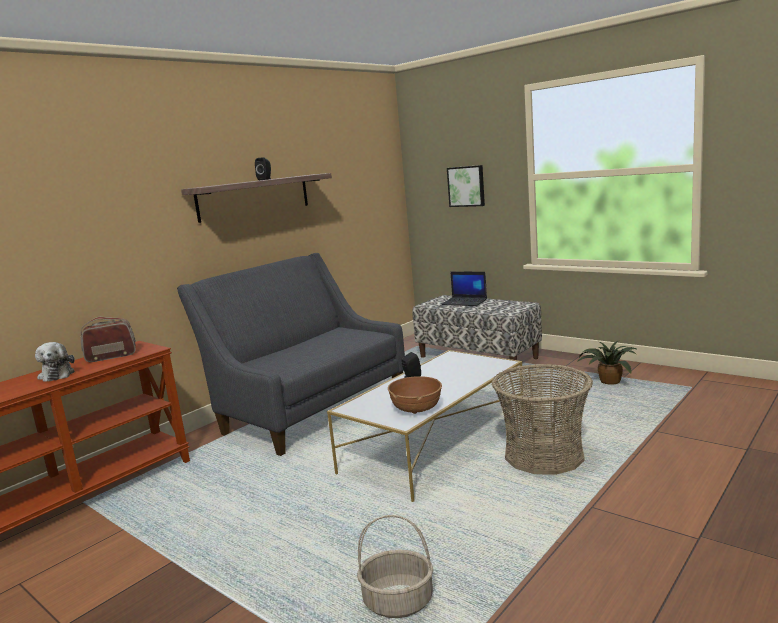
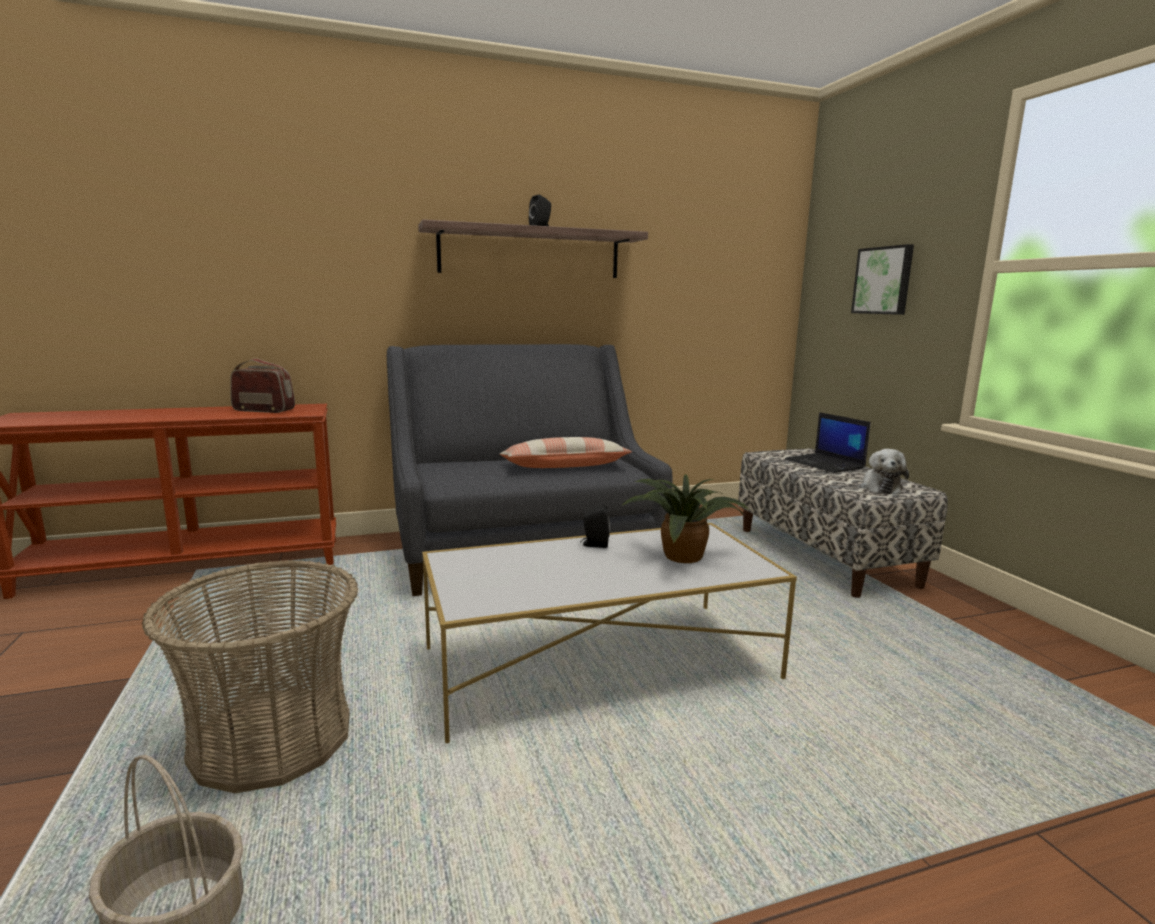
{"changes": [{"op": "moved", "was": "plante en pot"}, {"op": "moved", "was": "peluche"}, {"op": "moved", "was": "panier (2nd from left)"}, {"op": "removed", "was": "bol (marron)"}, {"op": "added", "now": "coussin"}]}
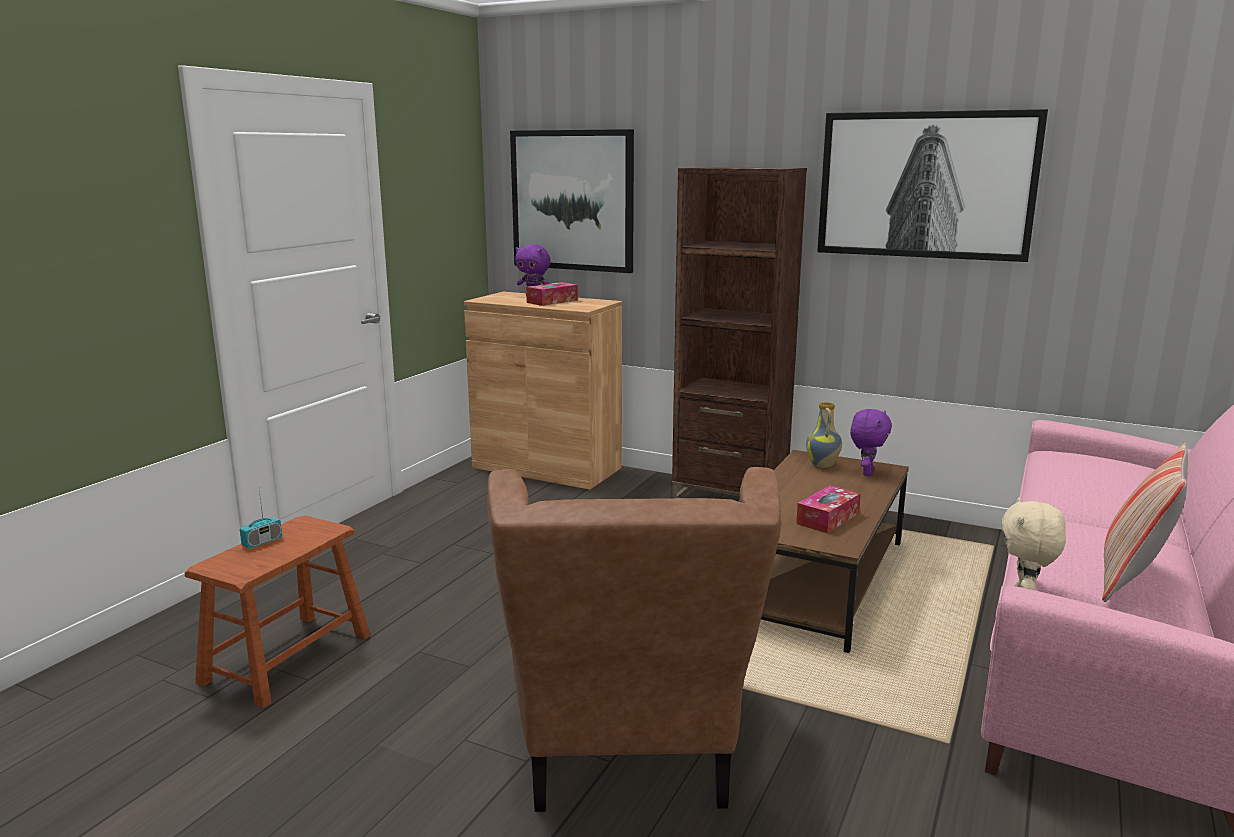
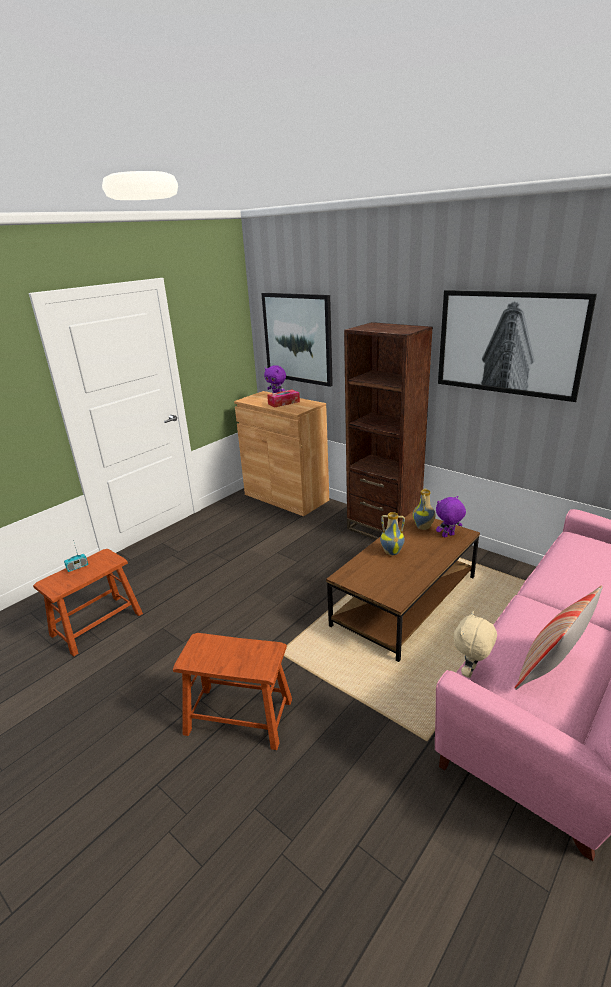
{"changes": [{"op": "turned", "was": "peluche (violet) (2nd from left)", "clockwise": -150}, {"op": "replaced", "was": "fauteuil (marron)", "now": "tabouret (marron) (2nd from left)"}, {"op": "removed", "was": "boîte à mouchoirs (2nd from left)"}, {"op": "added", "now": "vase (1st from left)"}]}
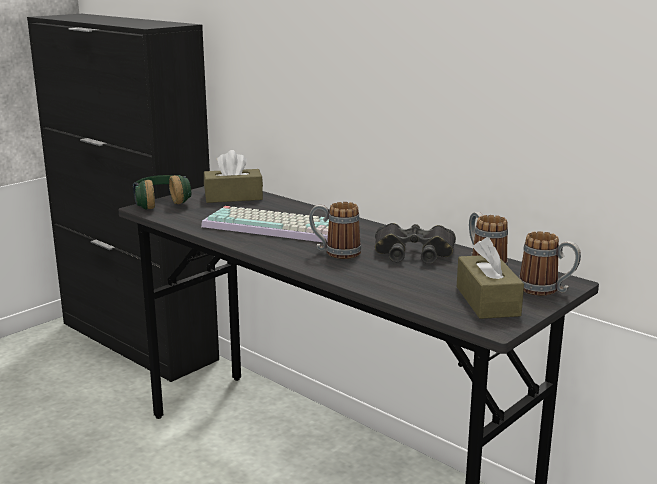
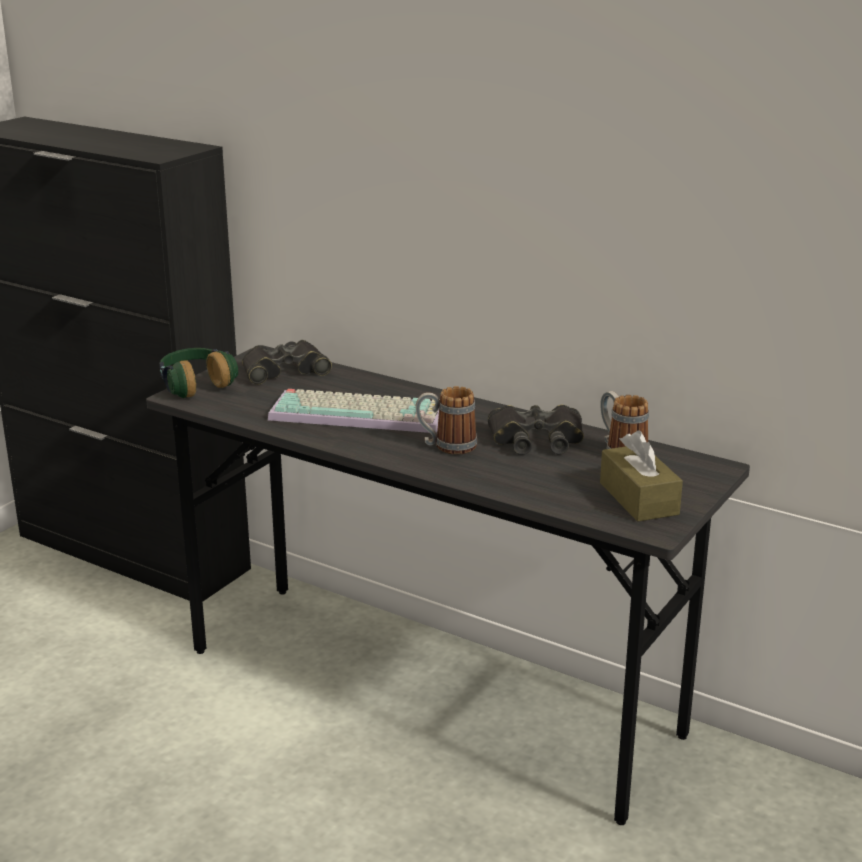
{"changes": [{"op": "replaced", "was": "boîte à mouchoirs (marron) (1st from left)", "now": "jumelles (noir) (1st from left)"}, {"op": "removed", "was": "mug (3rd from left)"}]}
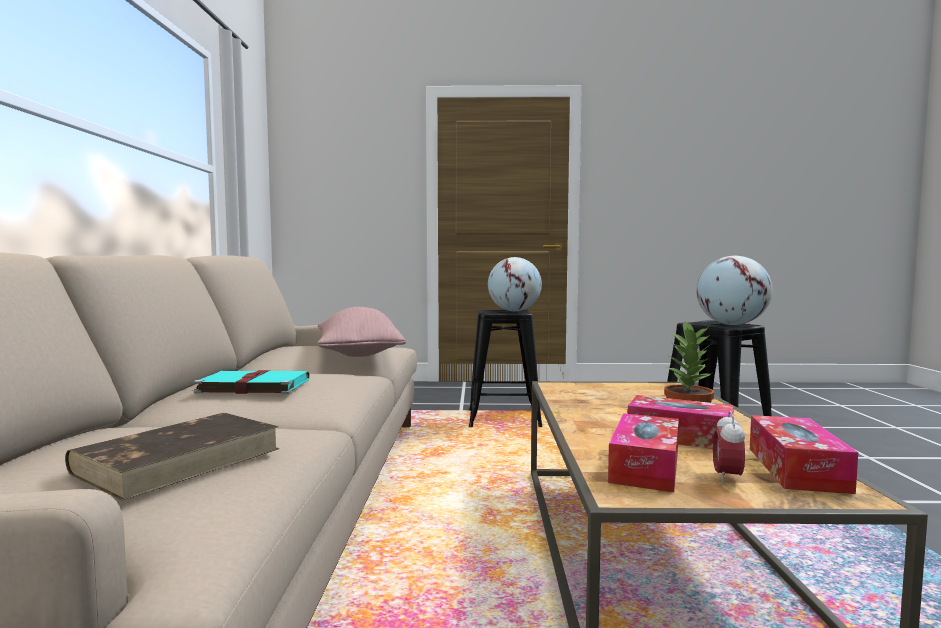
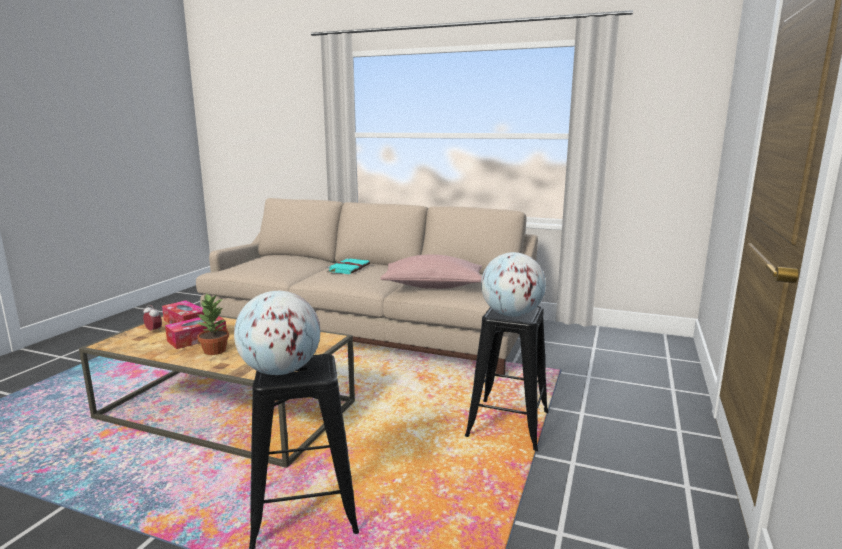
{"changes": [{"op": "removed", "was": "livre (marron)"}, {"op": "removed", "was": "boîte à mouchoirs (3rd from left)"}]}
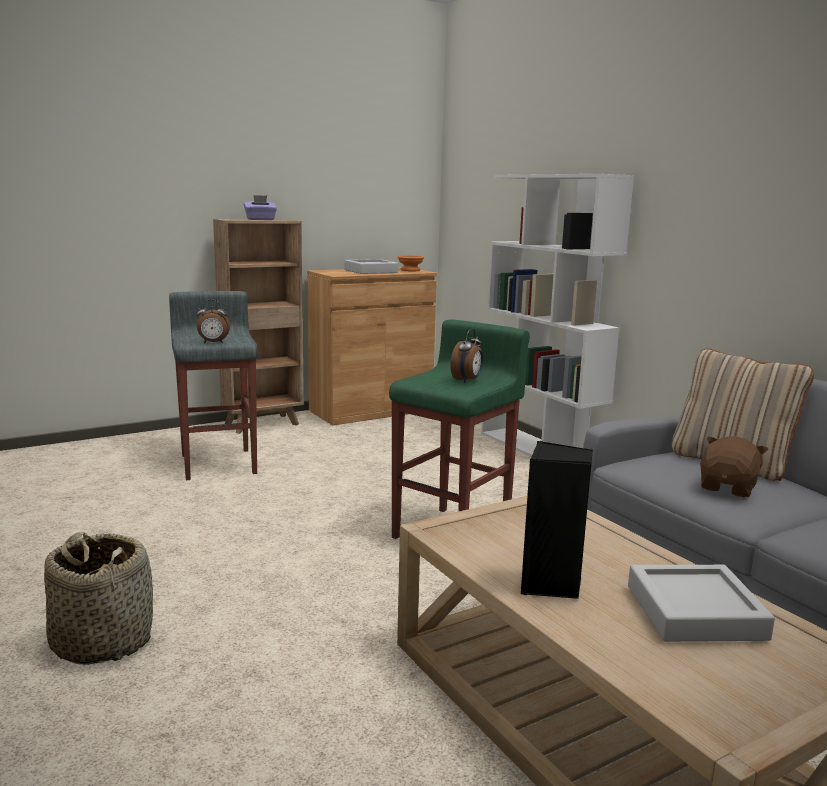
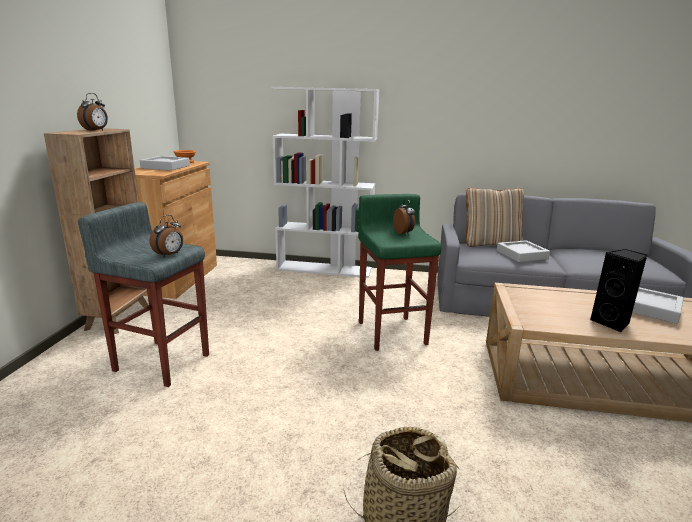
{"changes": [{"op": "replaced", "was": "boîte à mouchoirs (violet)", "now": "réveil (1st from left)"}, {"op": "replaced", "was": "peluche (marron)", "now": "plateau (gris) (2nd from left)"}]}
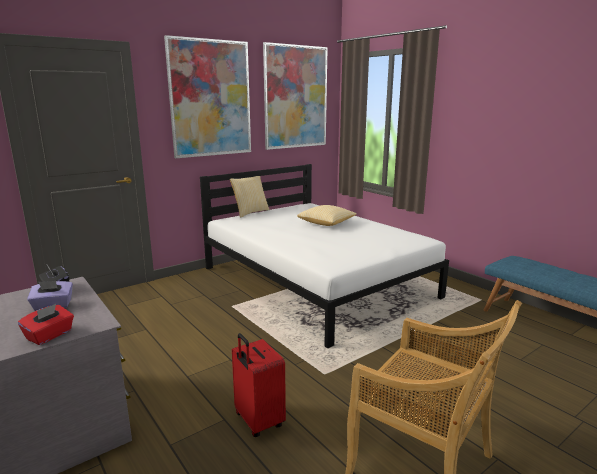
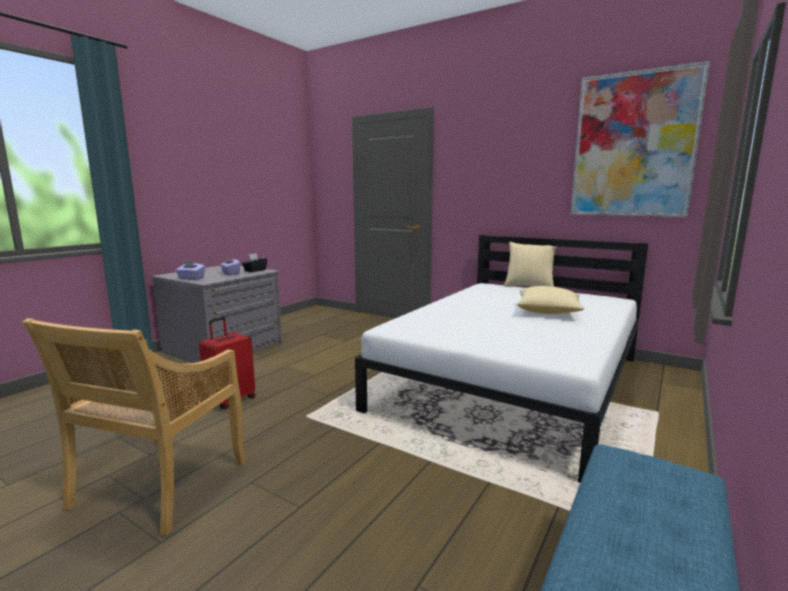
{"changes": [{"op": "removed", "was": "tableau (1st from left)"}, {"op": "recoloured", "was": "boîte à mouchoirs (rouge)", "now": "boîte à mouchoirs (violet) (1st from left)"}]}
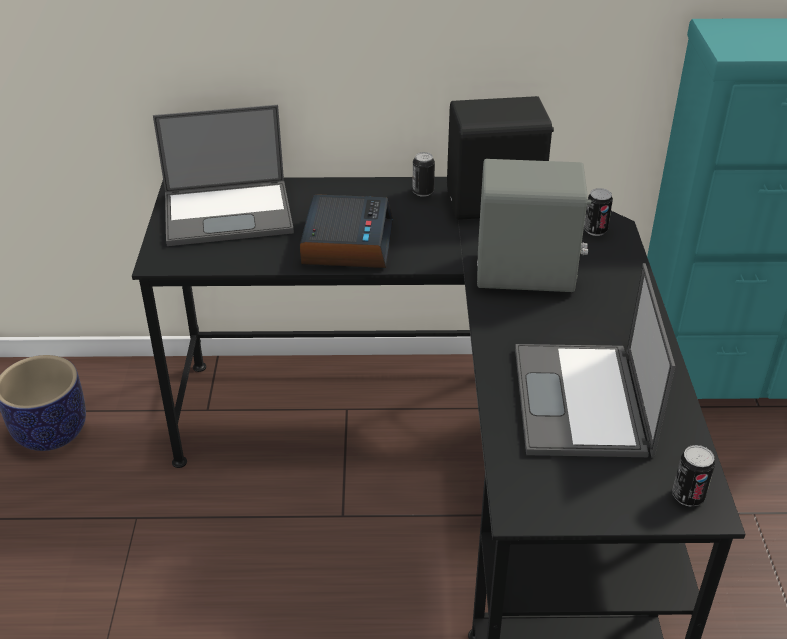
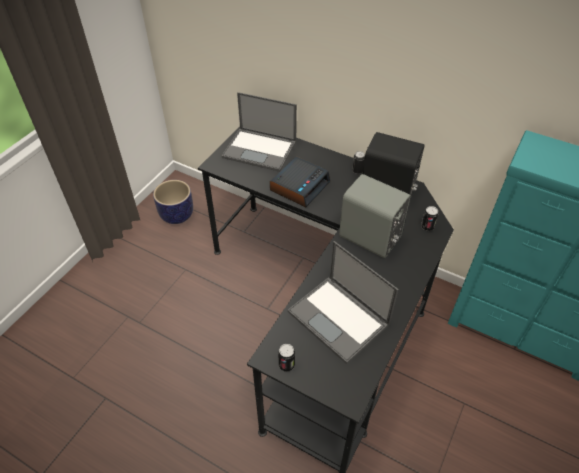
{"changes": [{"op": "turned", "was": "ordinateur portable (2nd from left)", "clockwise": -75}, {"op": "moved", "was": "boîte métallique (3rd from left in the first image)", "now": "boîte métallique (1st from left)"}]}
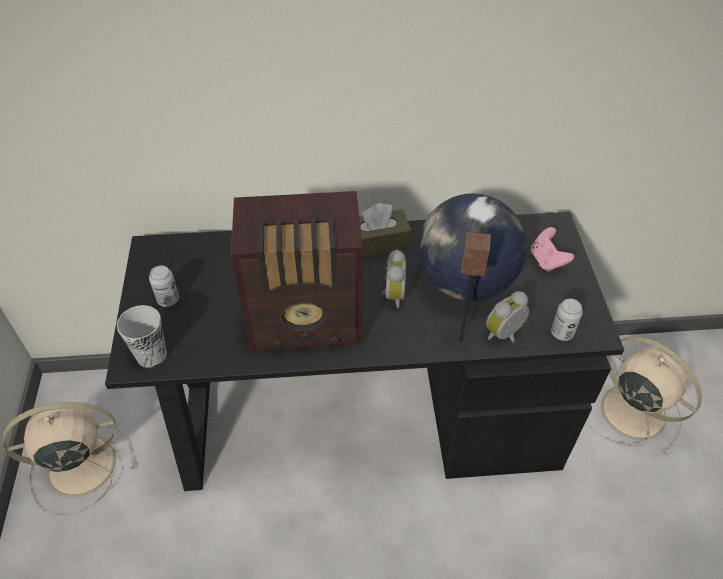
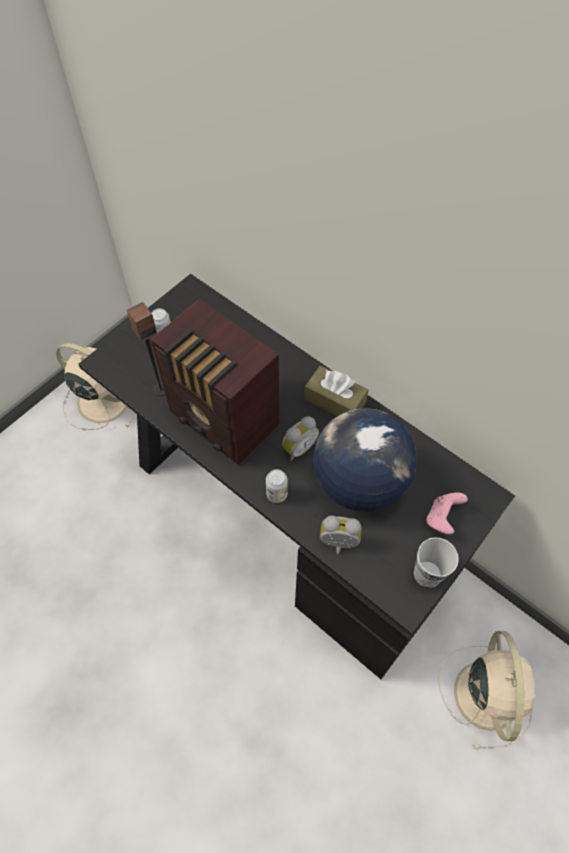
{"changes": [{"op": "moved", "was": "enceinte"}, {"op": "moved", "was": "boîte métallique (2nd from left)"}, {"op": "moved", "was": "tasse"}]}
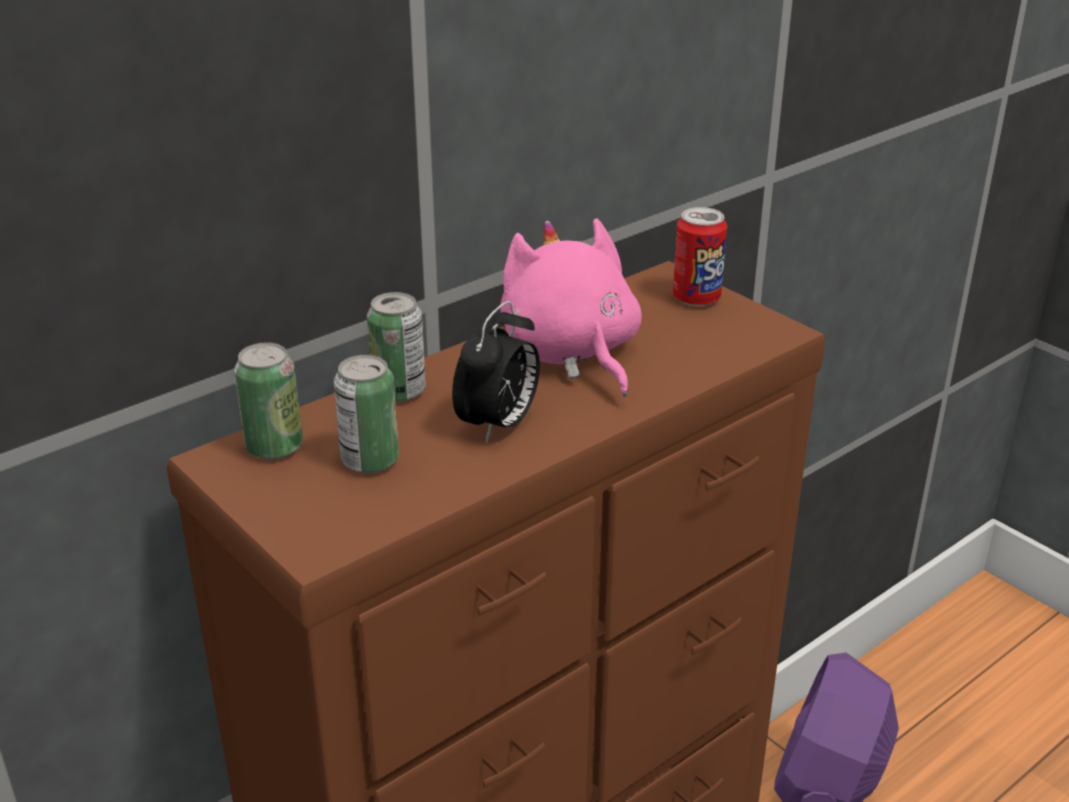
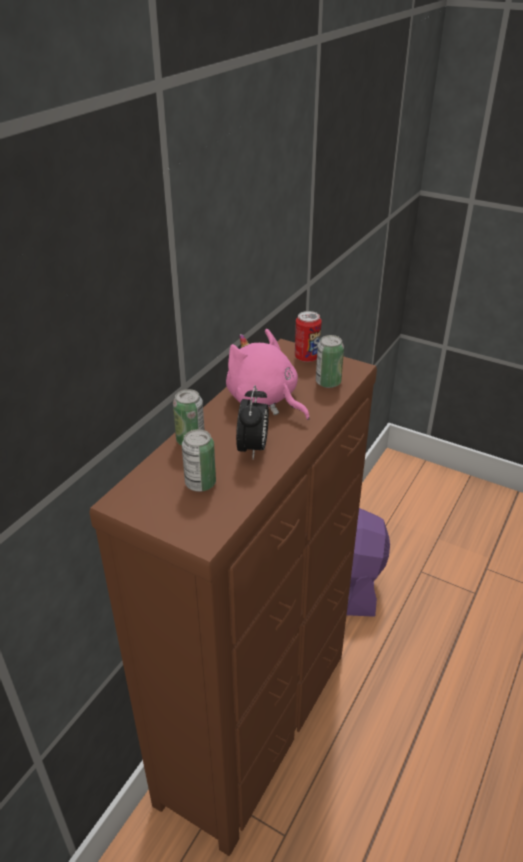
{"changes": [{"op": "moved", "was": "boîte métallique (1st from left in the first image)", "now": "boîte métallique (4th from left)"}]}
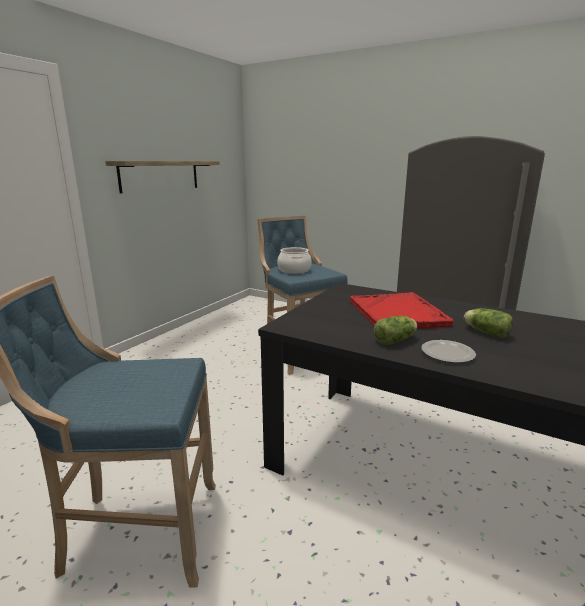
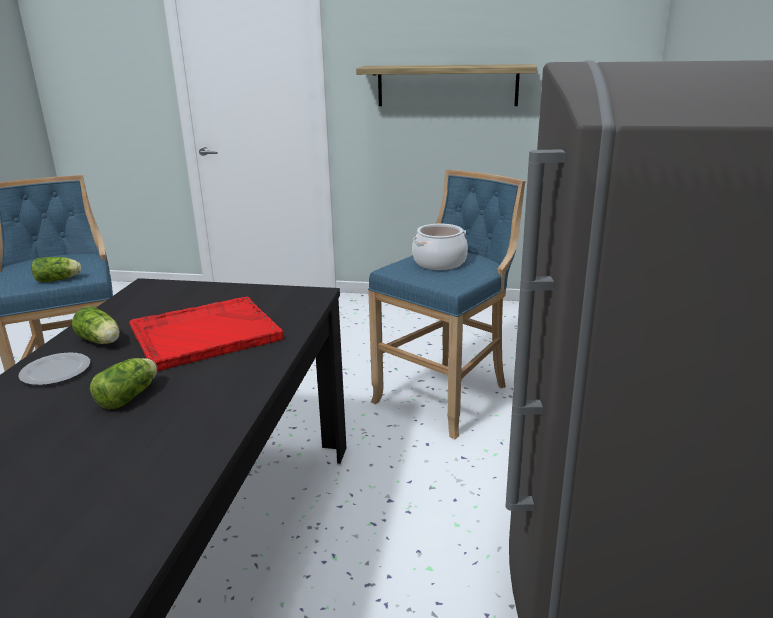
{"changes": [{"op": "added", "now": "laitue (1st from left)"}]}
